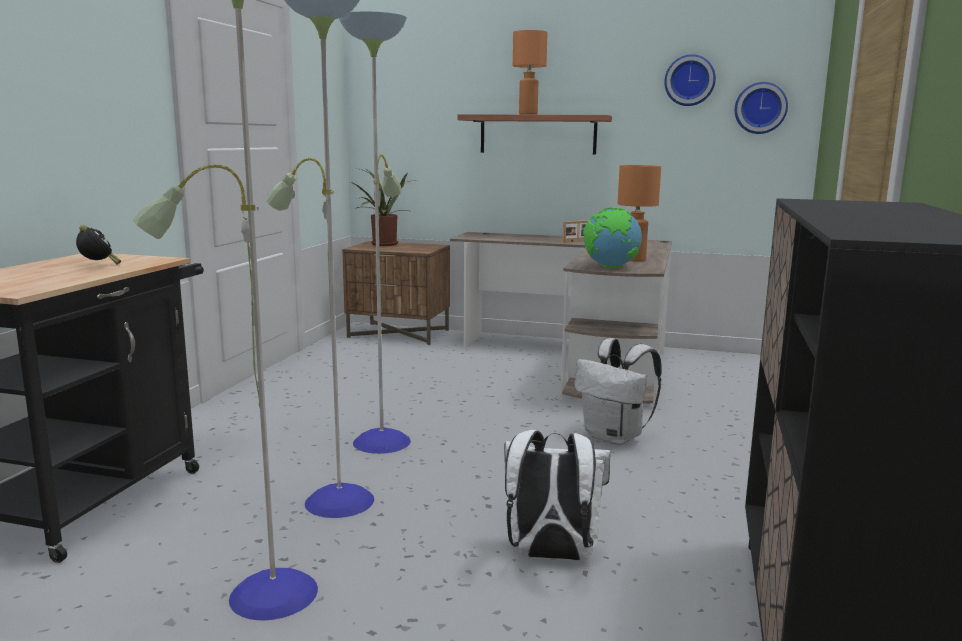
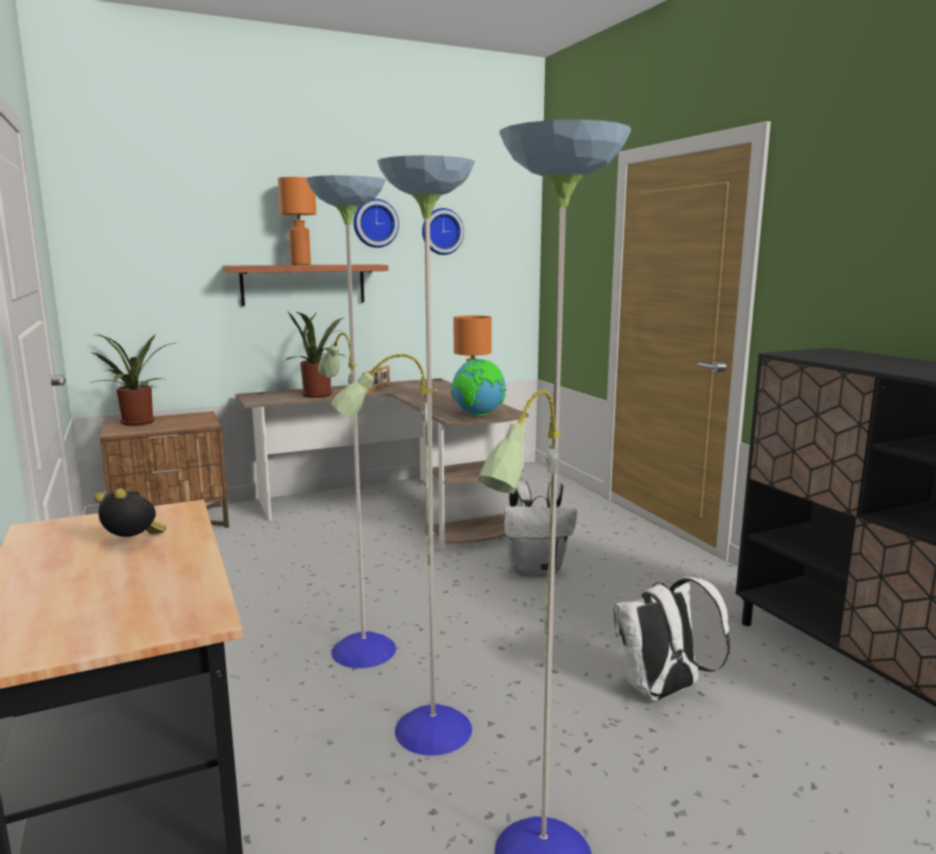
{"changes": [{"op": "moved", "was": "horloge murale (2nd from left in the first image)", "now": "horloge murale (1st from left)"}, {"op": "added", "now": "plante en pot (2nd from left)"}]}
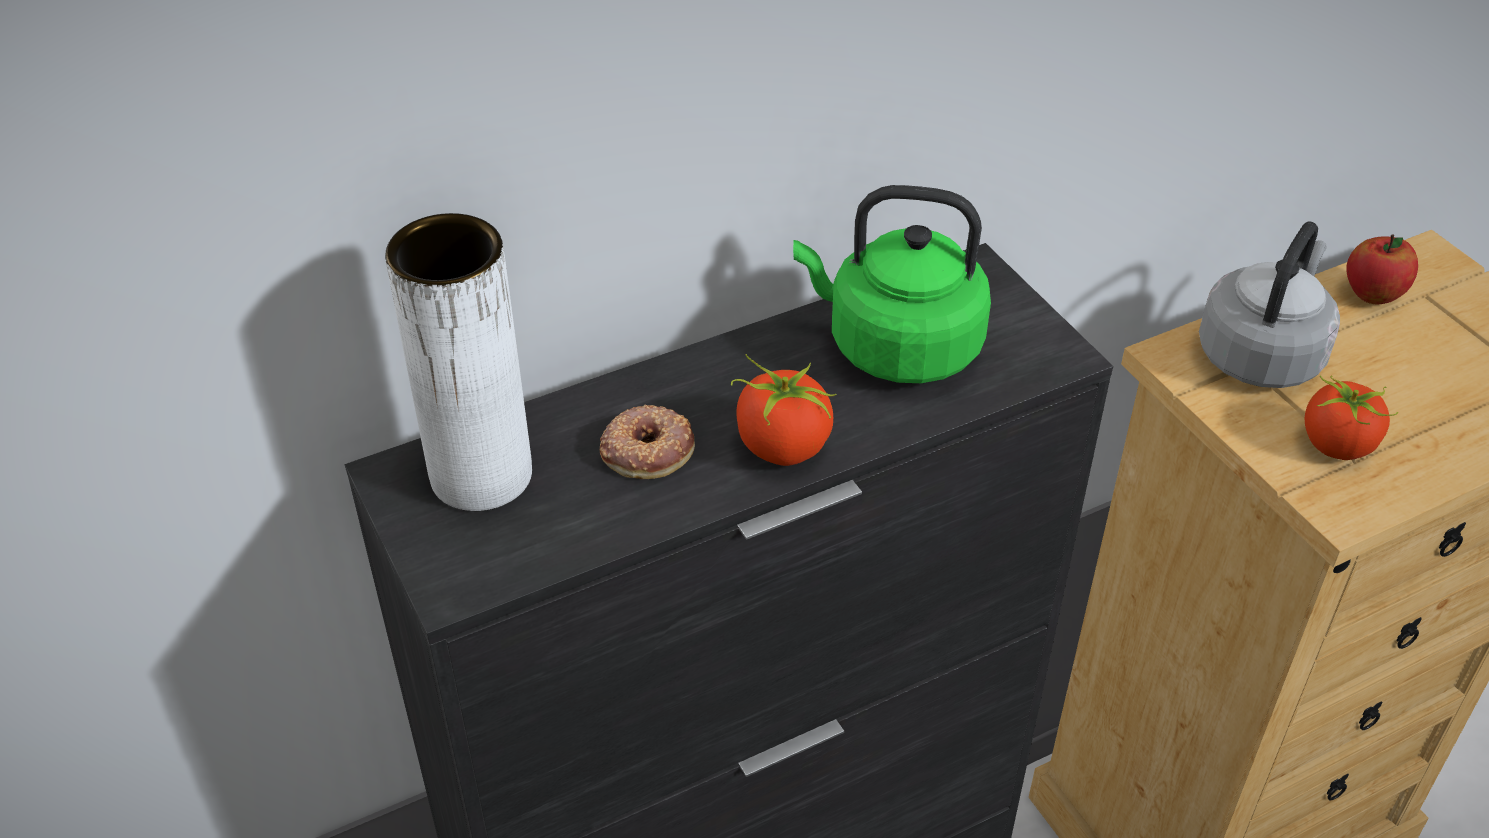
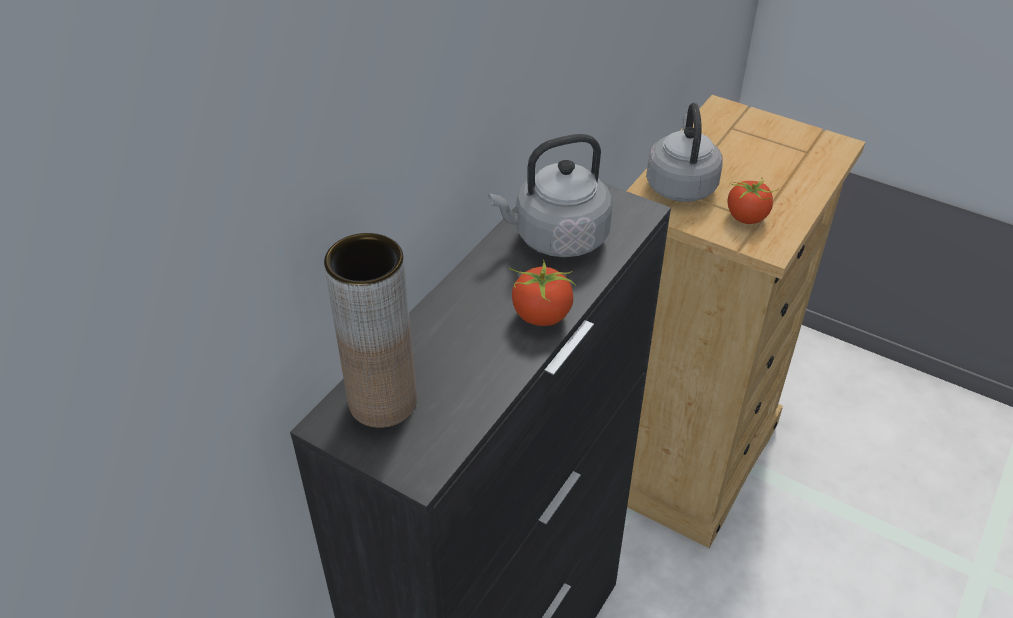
{"changes": [{"op": "recoloured", "was": "bouilloire (vert)", "now": "bouilloire (gris) (1st from left)"}, {"op": "recoloured", "was": "vase (blanc)", "now": "vase (marron)"}, {"op": "removed", "was": "pomme"}, {"op": "removed", "was": "beignet"}]}
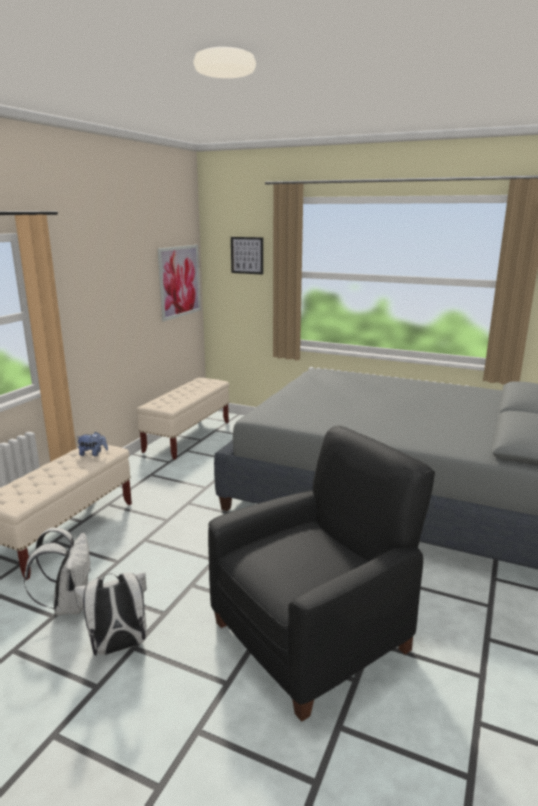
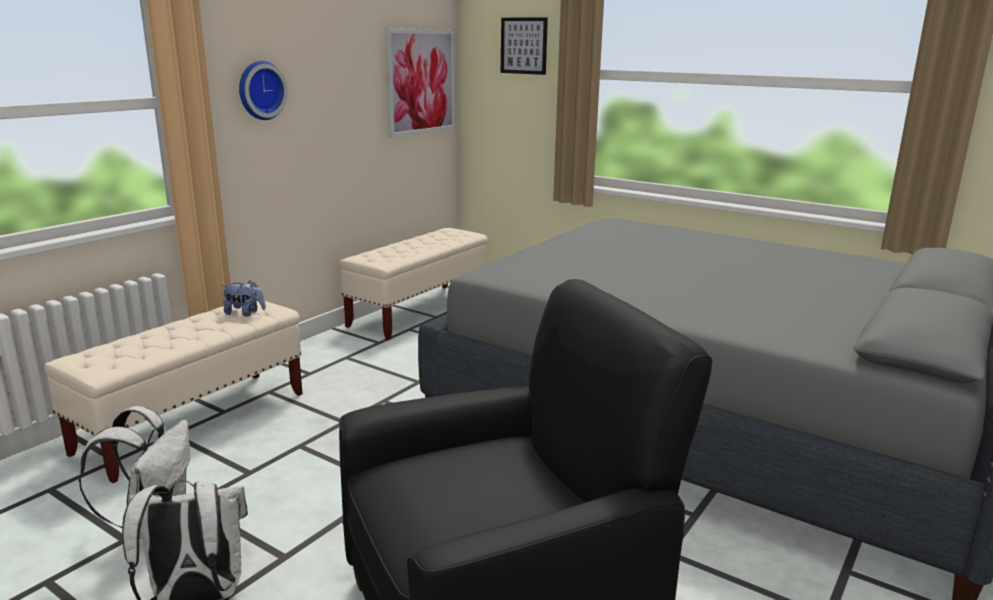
{"changes": [{"op": "added", "now": "horloge murale"}]}
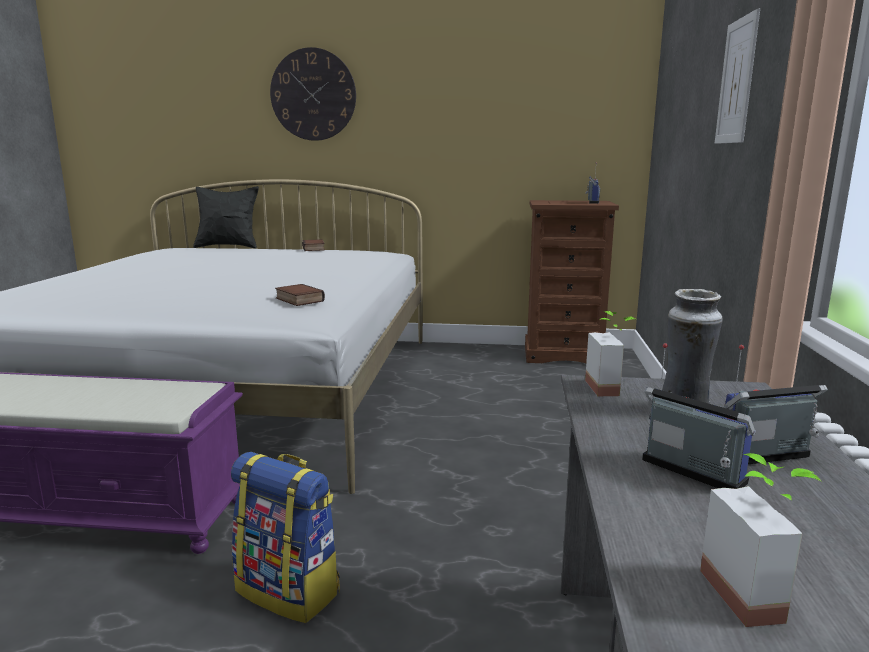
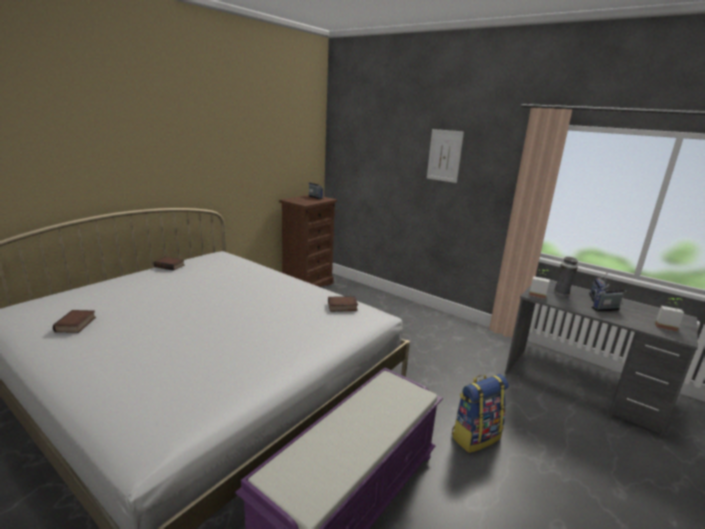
{"changes": [{"op": "removed", "was": "horloge murale"}, {"op": "removed", "was": "coussin (noir)"}, {"op": "added", "now": "livre (1st from left)"}]}
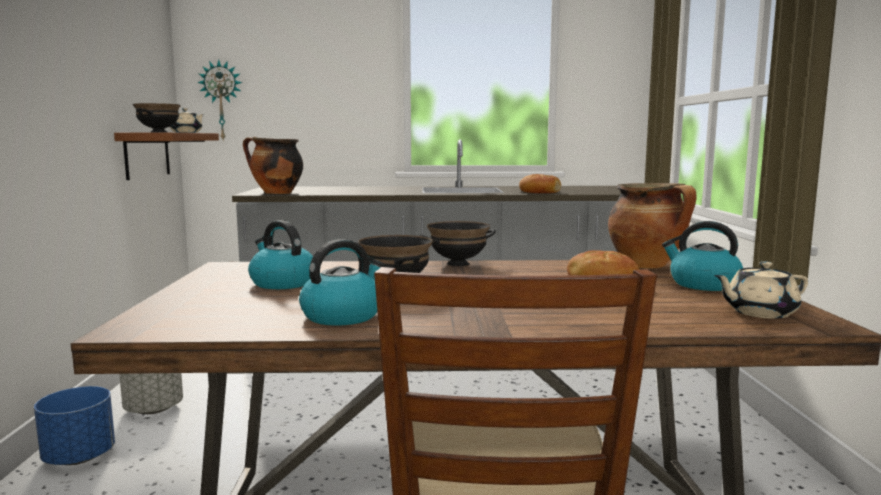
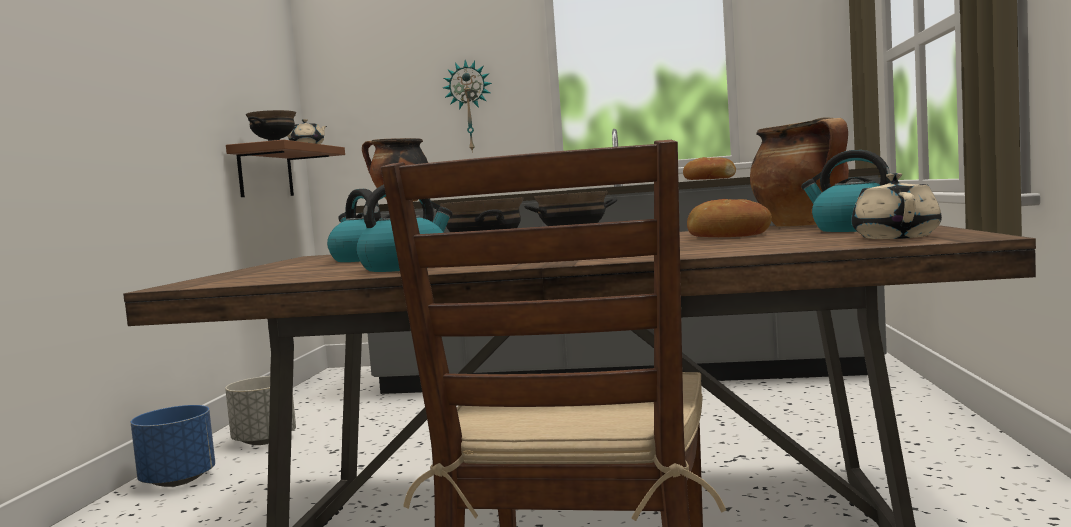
{"changes": [{"op": "moved", "was": "horloge murale"}, {"op": "turned", "was": "théière (beige) (2nd from left)", "clockwise": 105}]}
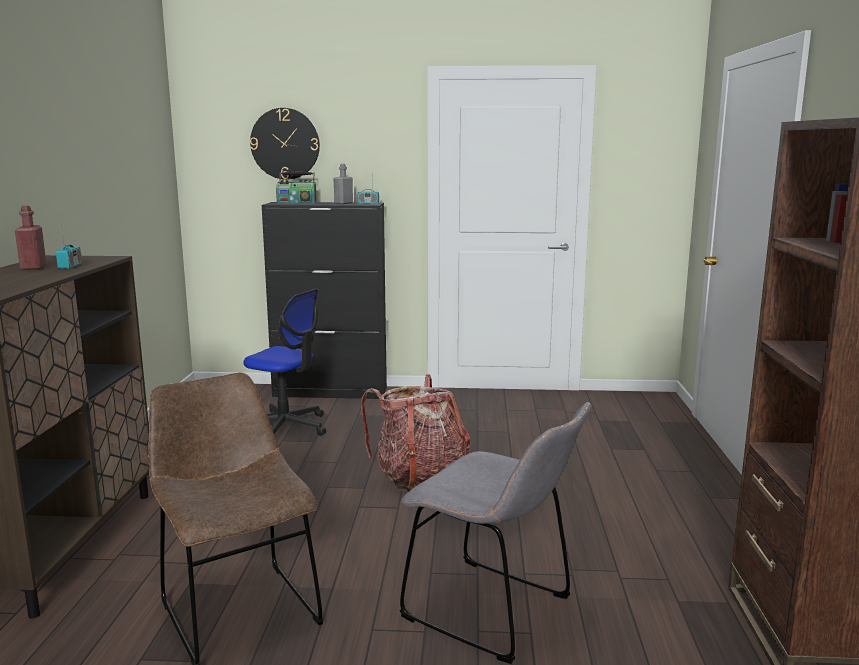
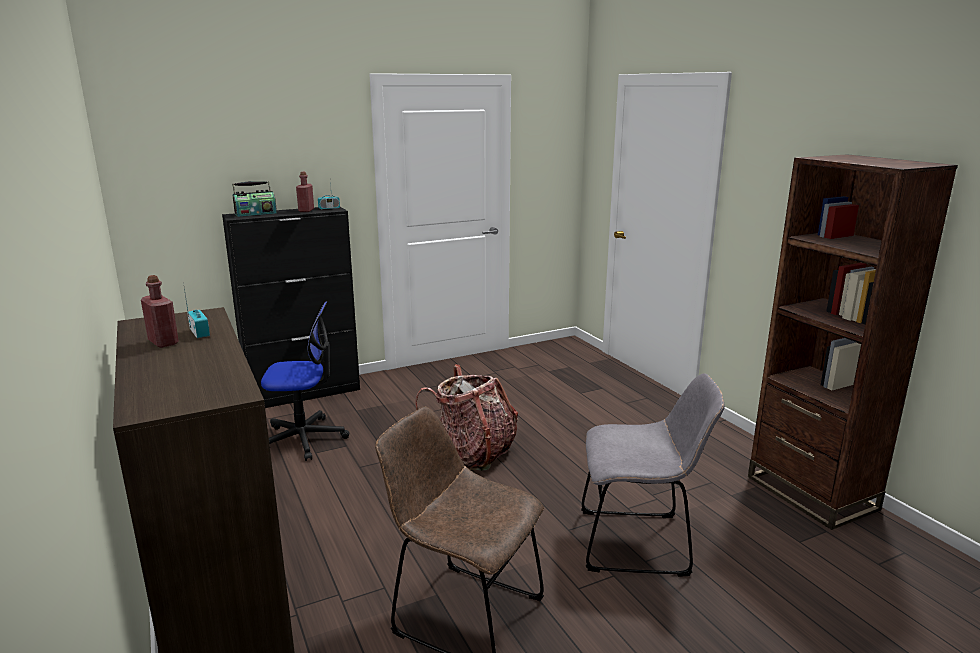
{"changes": [{"op": "removed", "was": "horloge murale"}, {"op": "recoloured", "was": "bouteille (gris)", "now": "bouteille (rouge) (2nd from left)"}]}
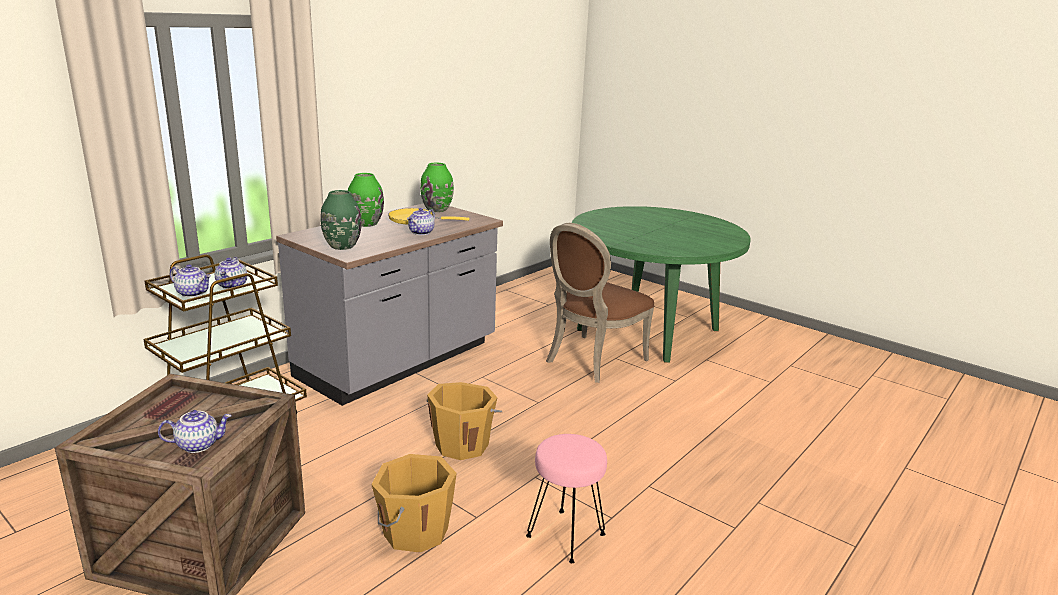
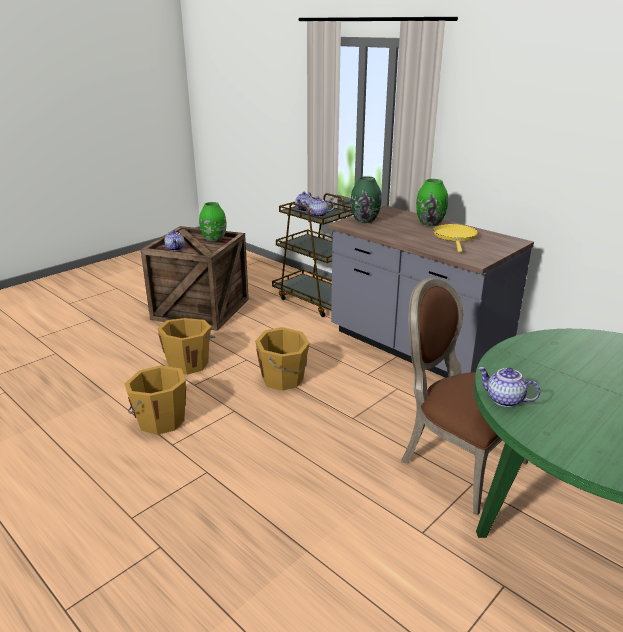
{"changes": [{"op": "moved", "was": "vase (vert) (3rd from left in the first image)", "now": "vase (vert) (1st from left)"}, {"op": "moved", "was": "théière (4th from left)"}, {"op": "replaced", "was": "tabouret (rose)", "now": "seau (orange) (1st from left)"}]}
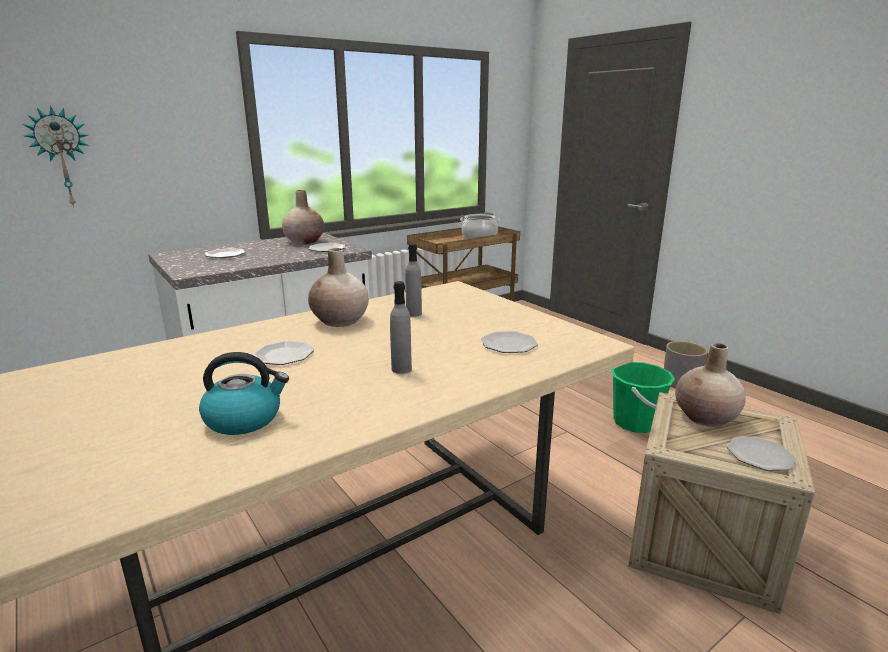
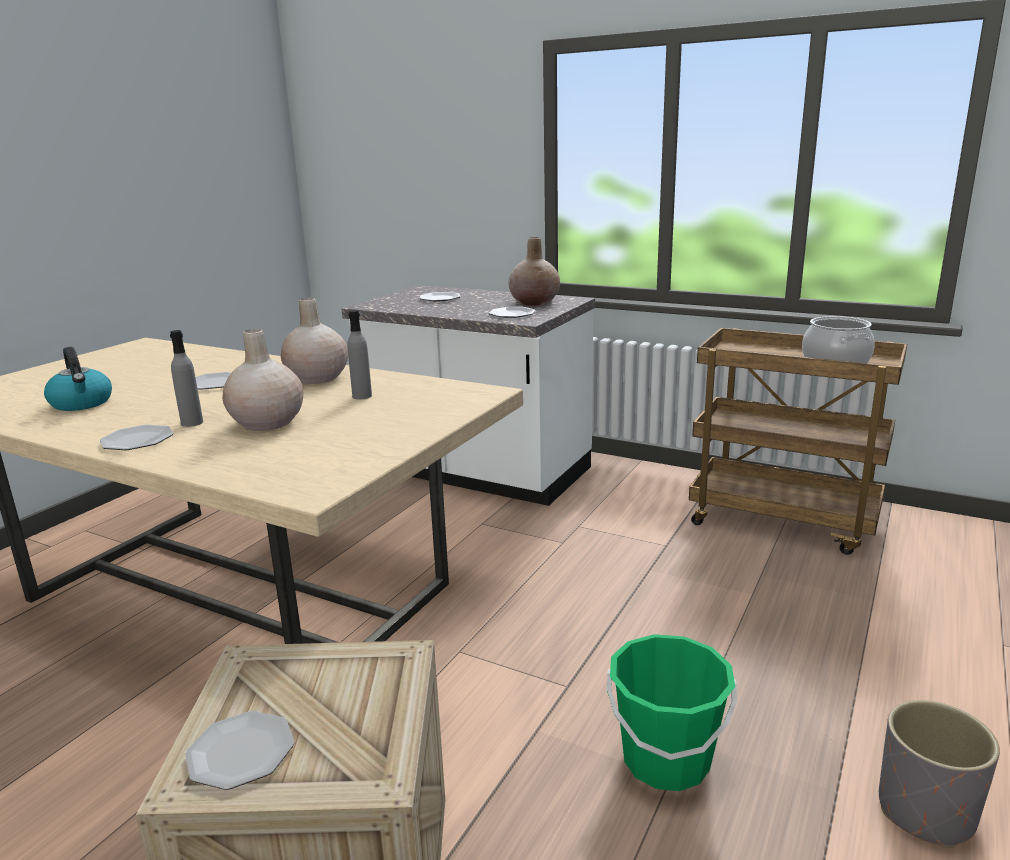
{"changes": [{"op": "removed", "was": "horloge murale"}, {"op": "moved", "was": "assiette (4th from left in the first image)", "now": "assiette (1st from left)"}, {"op": "moved", "was": "vase (beige) (3rd from left in the first image)", "now": "vase (beige) (1st from left)"}]}
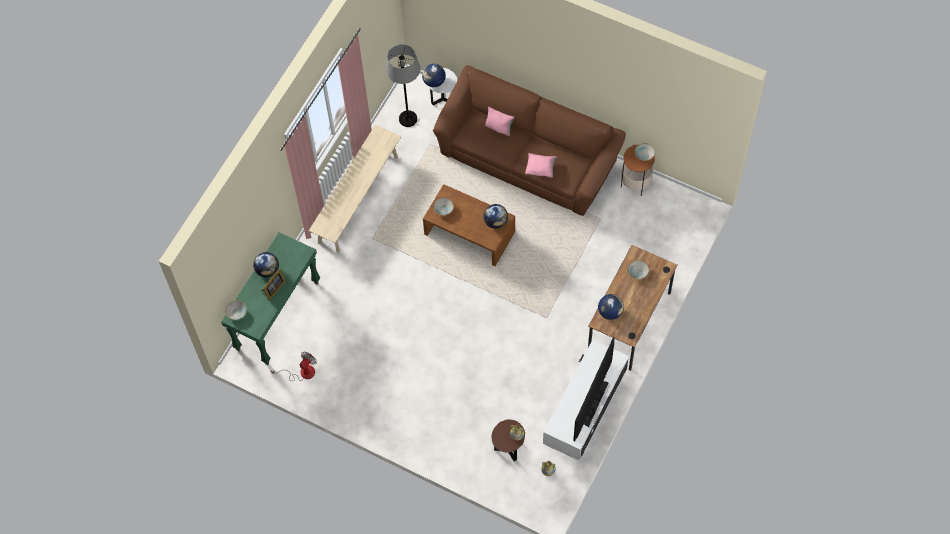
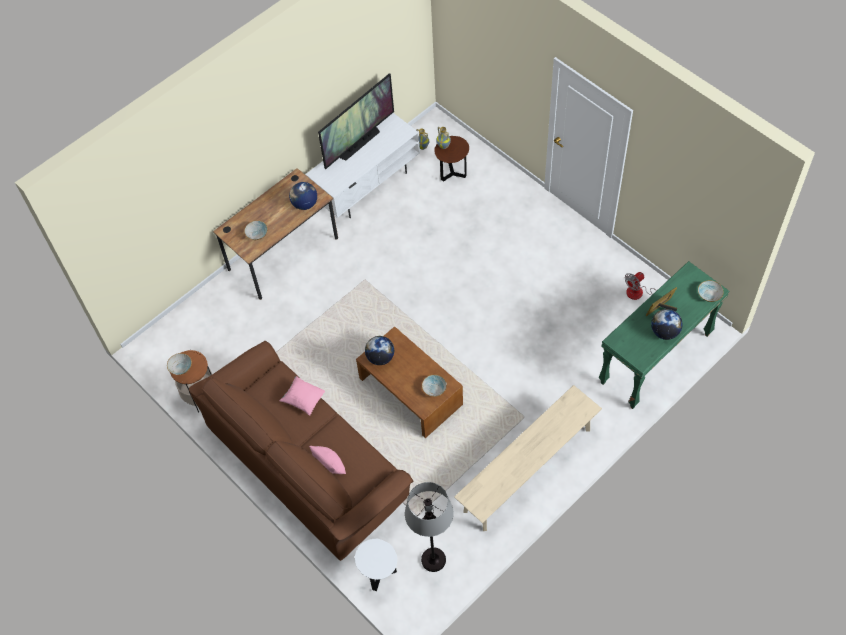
{"changes": [{"op": "removed", "was": "globe (2nd from left)"}]}
